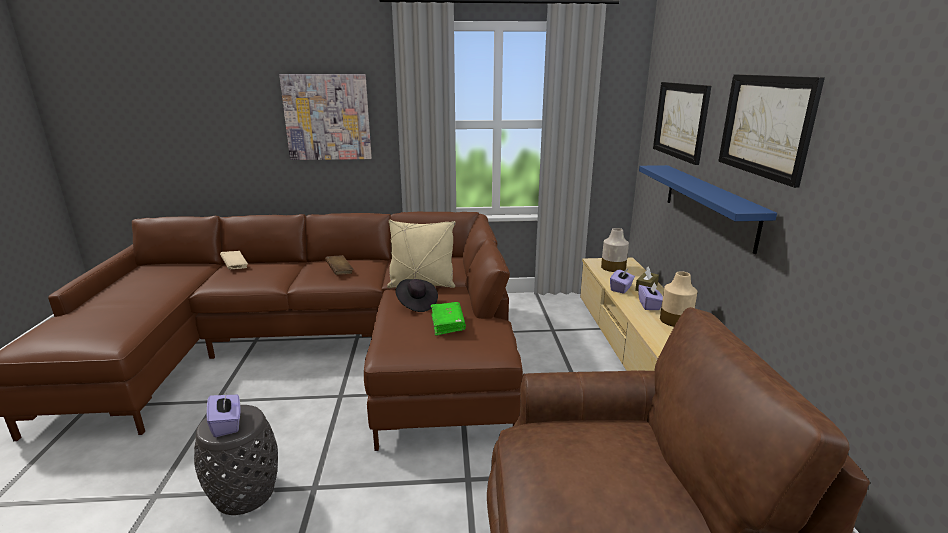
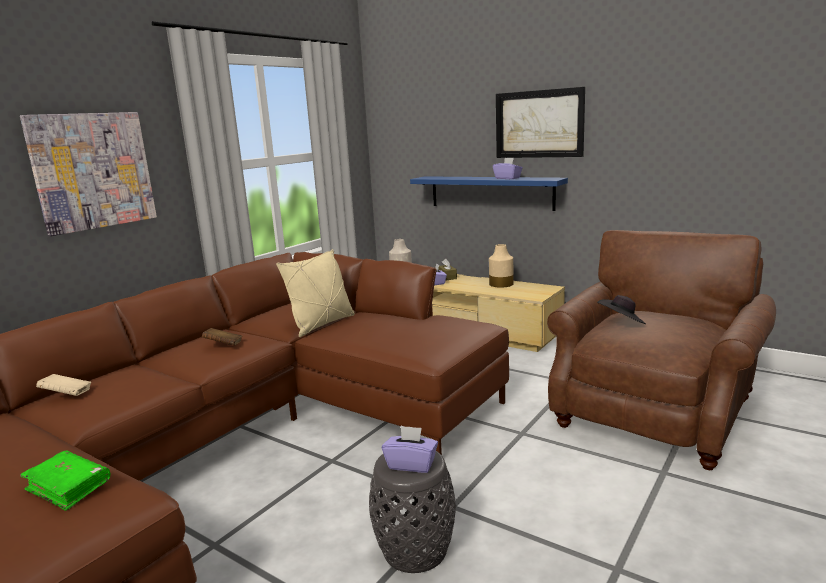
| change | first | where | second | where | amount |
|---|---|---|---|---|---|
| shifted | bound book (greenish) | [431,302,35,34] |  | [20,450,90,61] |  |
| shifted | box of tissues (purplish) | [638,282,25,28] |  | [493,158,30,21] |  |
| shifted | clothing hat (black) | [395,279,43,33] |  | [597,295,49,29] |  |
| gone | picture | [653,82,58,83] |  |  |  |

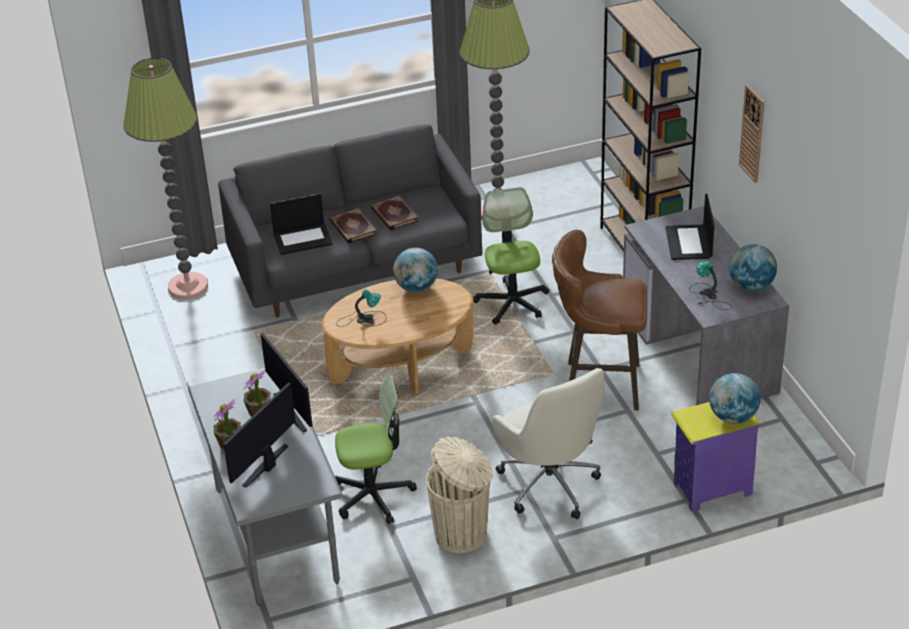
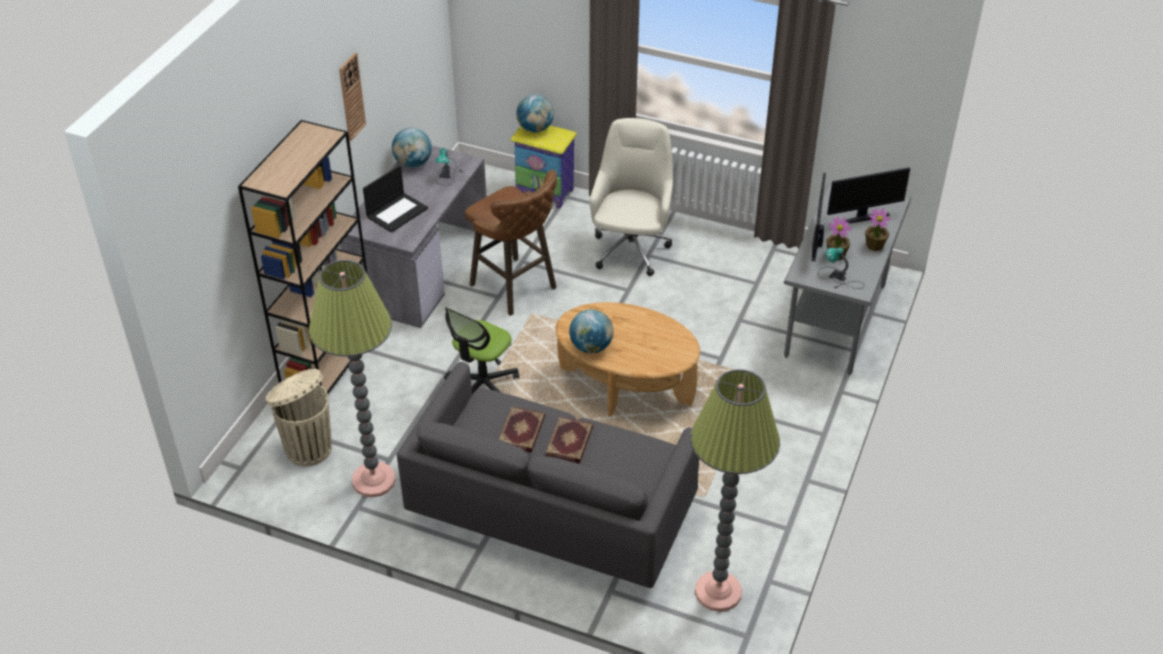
| change | first | where | second | where | amount |
|---|---|---|---|---|---|
| shifted | trash can (beige) | [426,437,67,116] |  | [266,369,66,97] |  |
| shifted | tabletop lamp | [336,289,50,38] |  | [818,247,47,42] |  |
| gone | notebook computer | [270,193,63,62] |  |  |  |
| gone | computer chair | [335,375,82,149] |  |  |  |

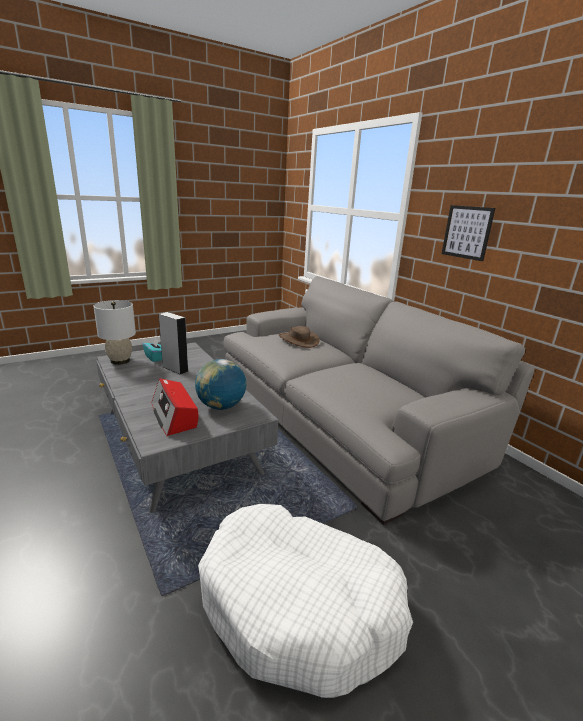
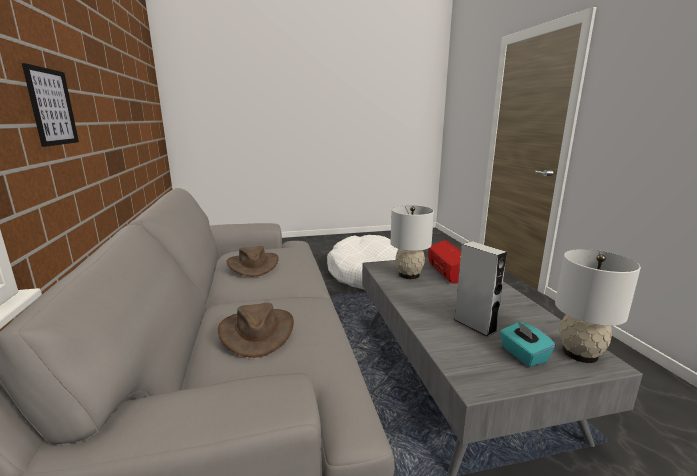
| change | first | where | second | where | amount |
|---|---|---|---|---|---|
| new |  |  | clothing hat (brownish) | [226,246,53,30] |  |
| swapped | desk globe | [195,359,51,51] | tabletop lamp (white) | [390,205,44,74] |  |

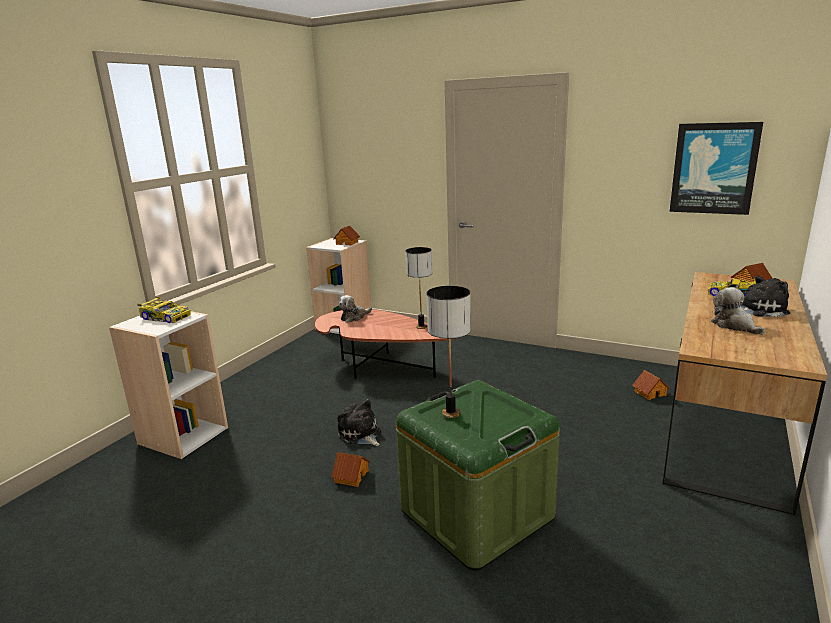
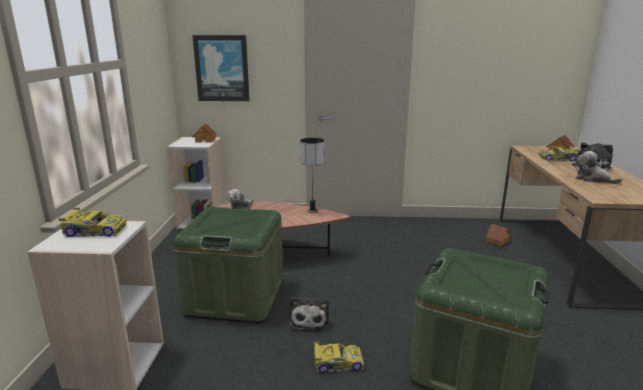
| change | first | where | second | where | amount |
|---|---|---|---|---|---|
| new |  |  | storage box (greenish) | [173,207,110,116] |  |
| shifted | picture | [670,122,93,93] |  | [193,35,57,66] |  |
| rotated | plush toy | [338,399,43,47] |  | [289,297,40,33] | 120 degrees counterclockwise |
| swapped | miniature house | [331,452,39,35] | miniature car | [313,341,51,32] |  |
| gone | tabletop lamp | [427,286,44,132] |  |  |  |

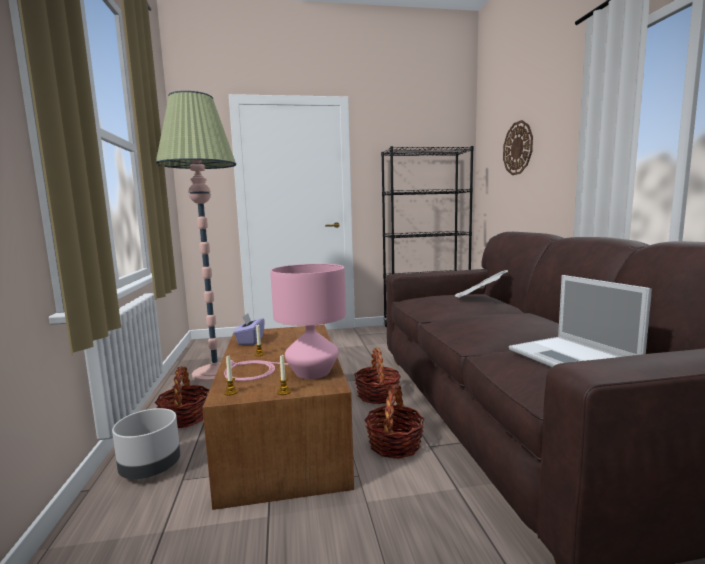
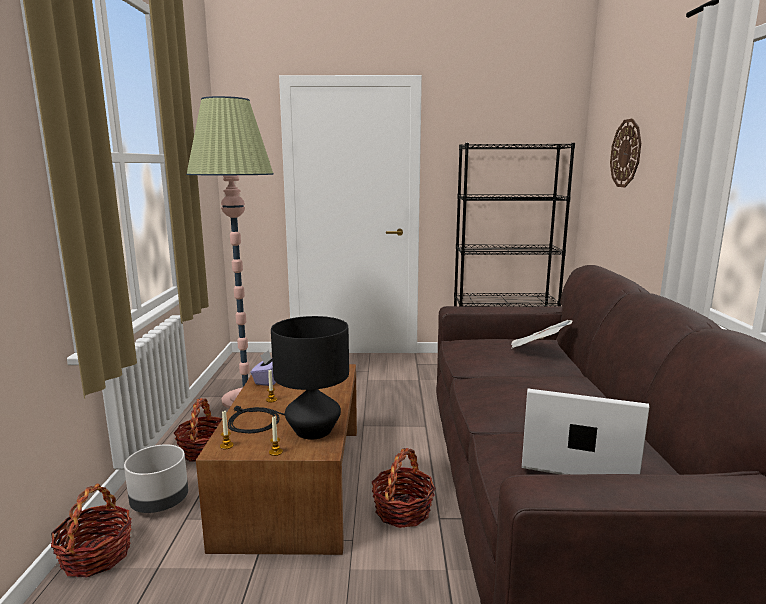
| change | first | where | second | where | amount |
|---|---|---|---|---|---|
| shifted | storage basket | [354,348,47,56] |  | [51,484,81,93] |  |
| repainted | tabletop lamp (pink) | [224,264,122,117] | tabletop lamp (black) | [228,316,121,123] |  |
| rotated | notebook computer | [509,275,143,92] |  | [522,389,127,86] | 120 degrees clockwise |

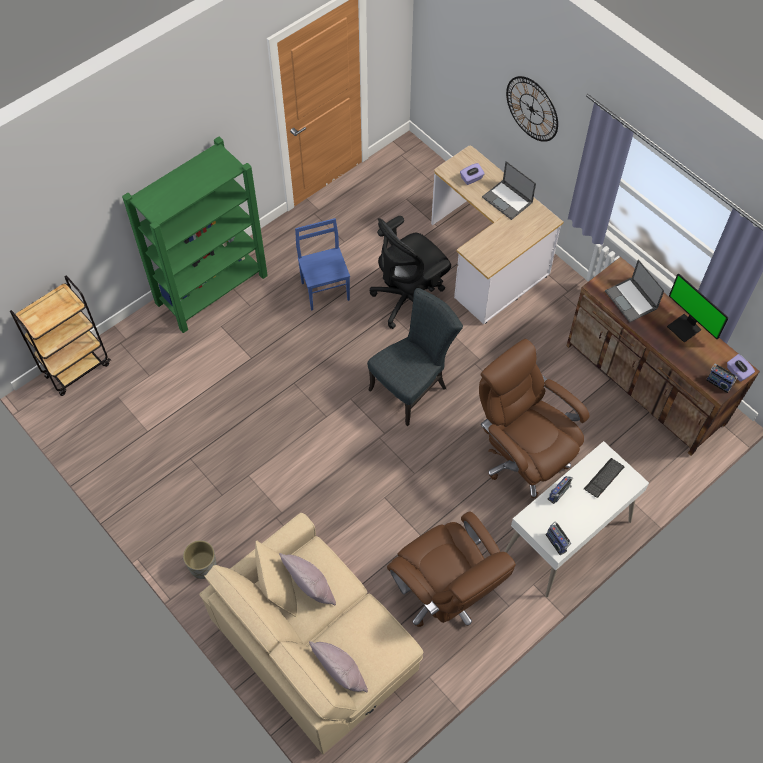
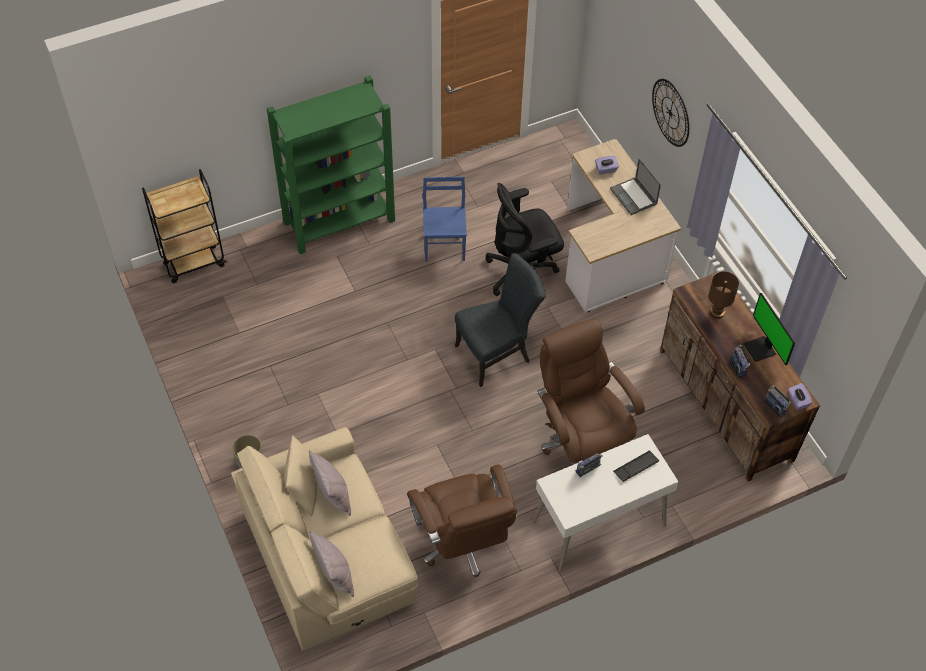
| change | first | where | second | where | amount |
|---|---|---|---|---|---|
| swapped | notebook computer | [605,259,60,63] | tabletop lamp (brownish) | [709,272,30,46] |  |
| shifted | radio | [545,521,26,34] |  | [730,345,21,32] |  |

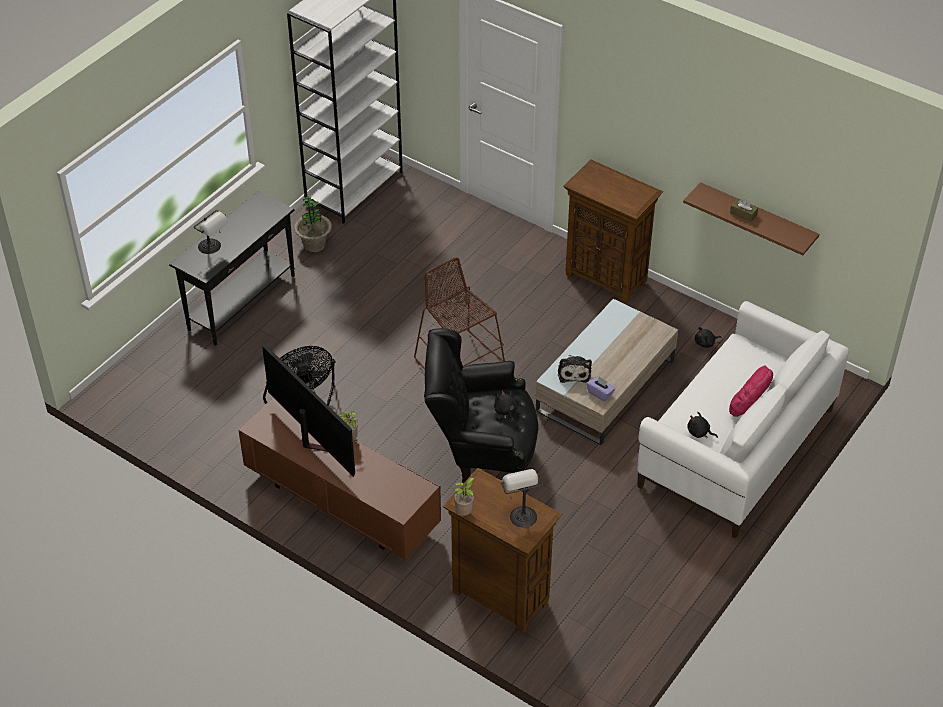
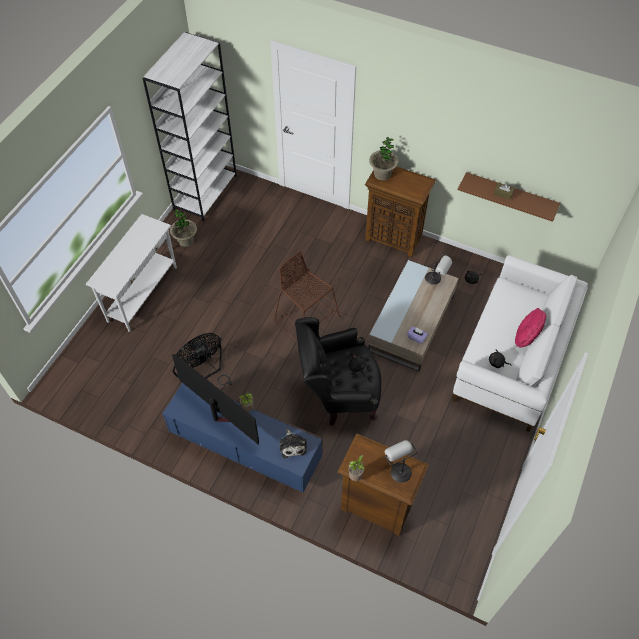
| change | first | where | second | where | amount |
|---|---|---|---|---|---|
| repainted | narrow table (black) | [169,191,126,155] | narrow table (white) | [86,214,91,118] |  |
| repainted | media console (brownish) | [238,398,203,161] | media console (bluish) | [162,383,161,110] |  |
| shifted | plush toy | [558,355,34,28] |  | [279,429,28,29] |  |
| new |  |  | plant in a pot | [369,137,30,43] |  |
| shifted | tabletop lamp | [194,210,34,44] |  | [425,254,27,31] |  |

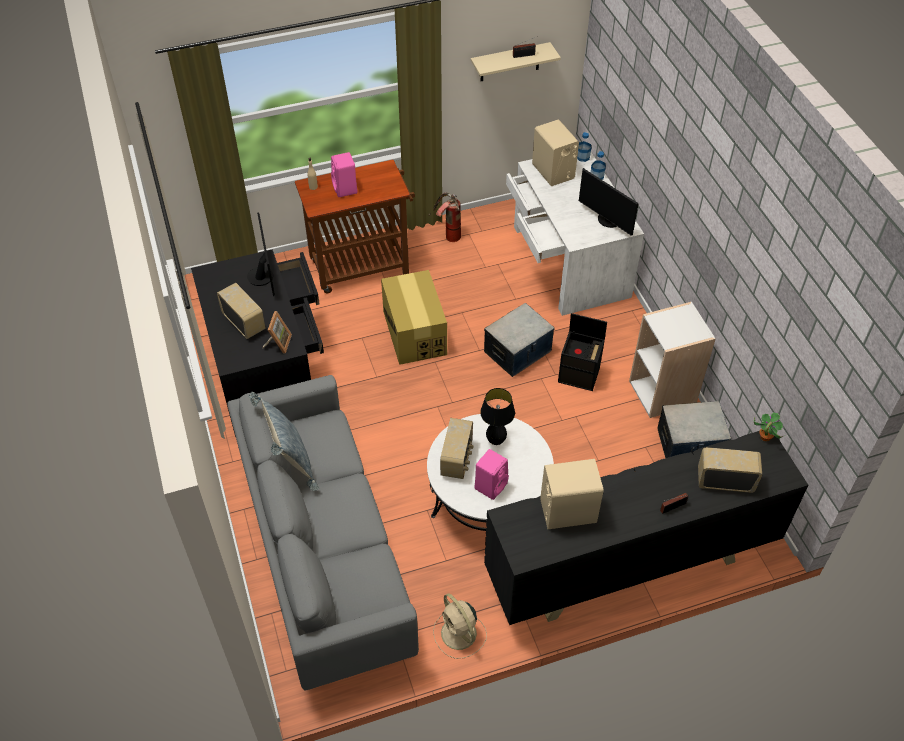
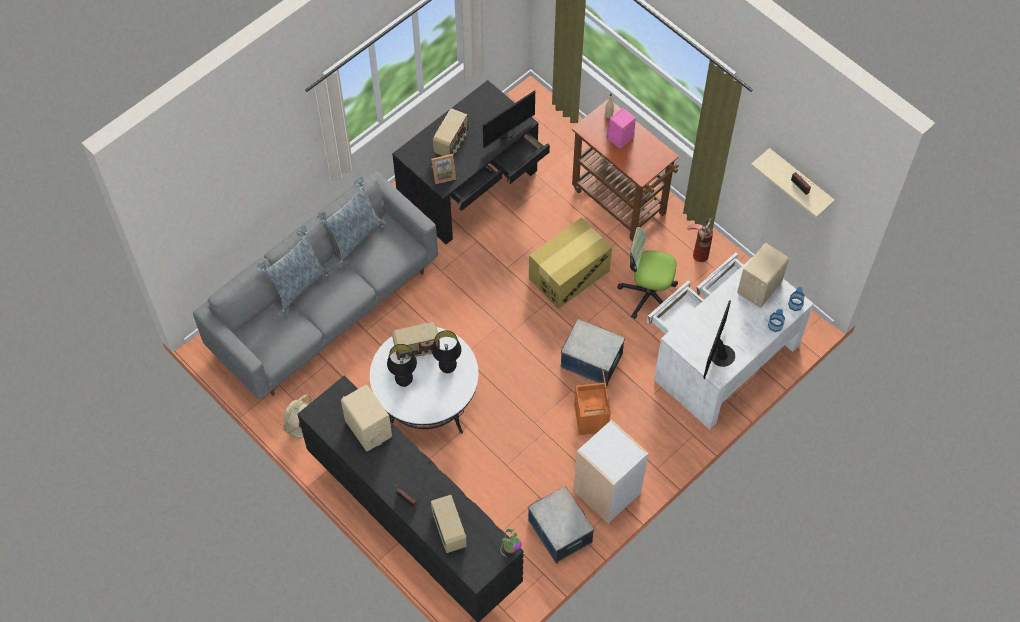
| change | first | where | second | where | amount |
|---|---|---|---|---|---|
| new |  |  | throw pillow | [256,225,75,93] |  |
| swapped | audio speaker (pink) | [475,449,34,51] | tabletop lamp (black) | [387,344,30,43] |  |
| repainted | storage box (black) | [558,313,49,78] | storage box (orangey) | [574,370,37,65] |  |
| new |  |  | computer chair | [617,227,61,92] |  |

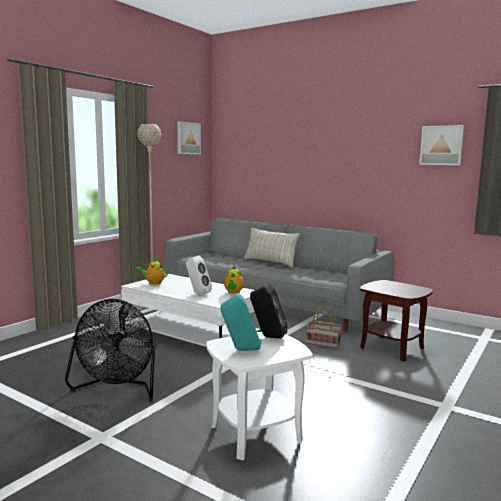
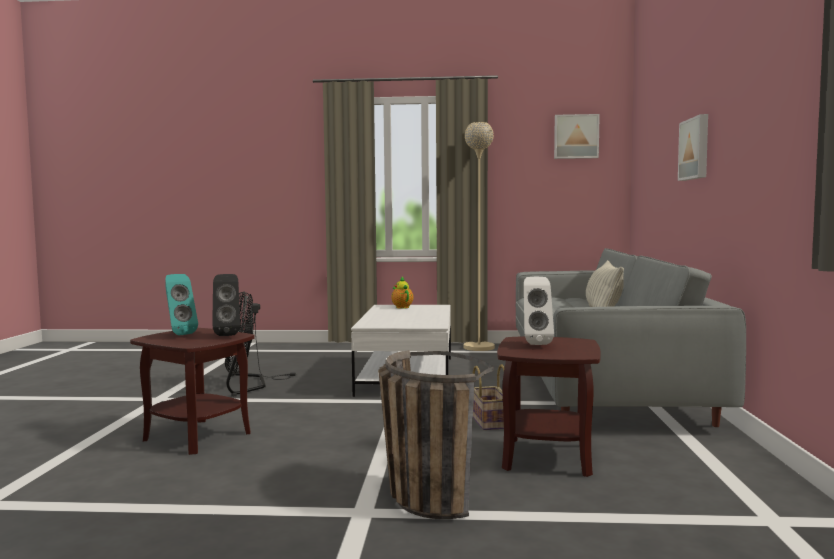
| change | first | where | second | where | amount |
|---|---|---|---|---|---|
| repainted | accent table (white) | [207,332,106,129] | accent table (brownish) | [130,328,125,127] |  |
| new |  |  | storage basket | [378,350,116,169] |  |
| shifted | audio speaker (white) | [186,256,26,38] |  | [524,277,30,68] |  |
| shifted | picture | [419,125,45,40] |  | [678,114,30,67] |  |
| gone | tea pot | [224,265,20,29] |  |  |  |

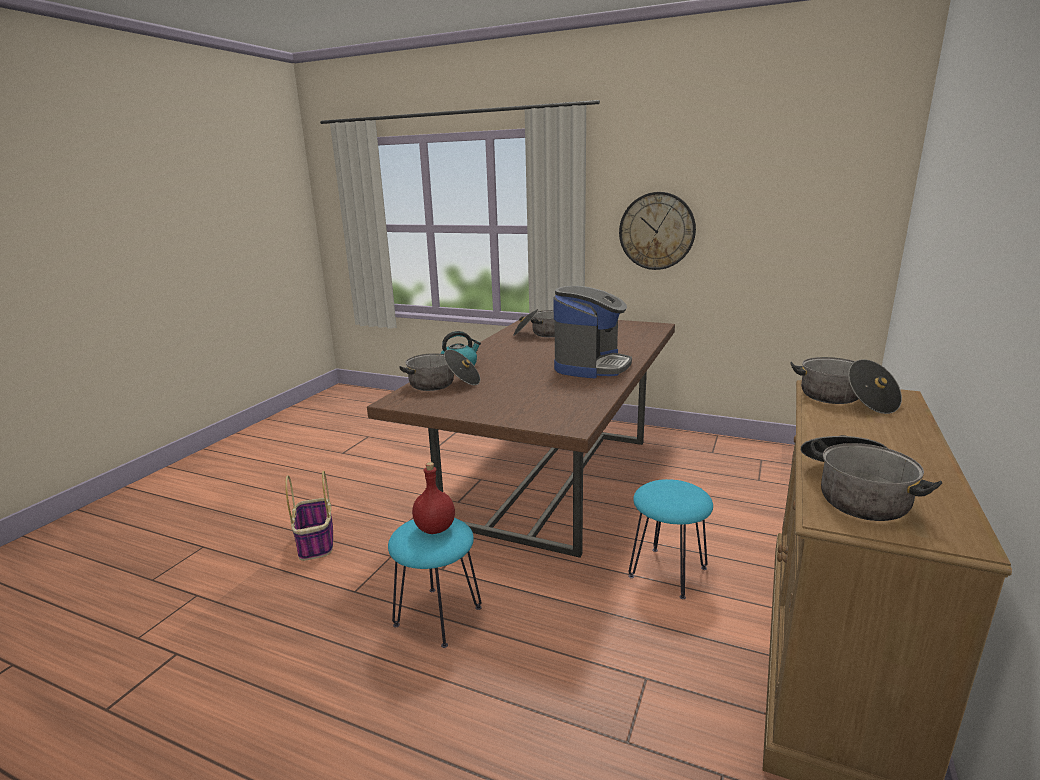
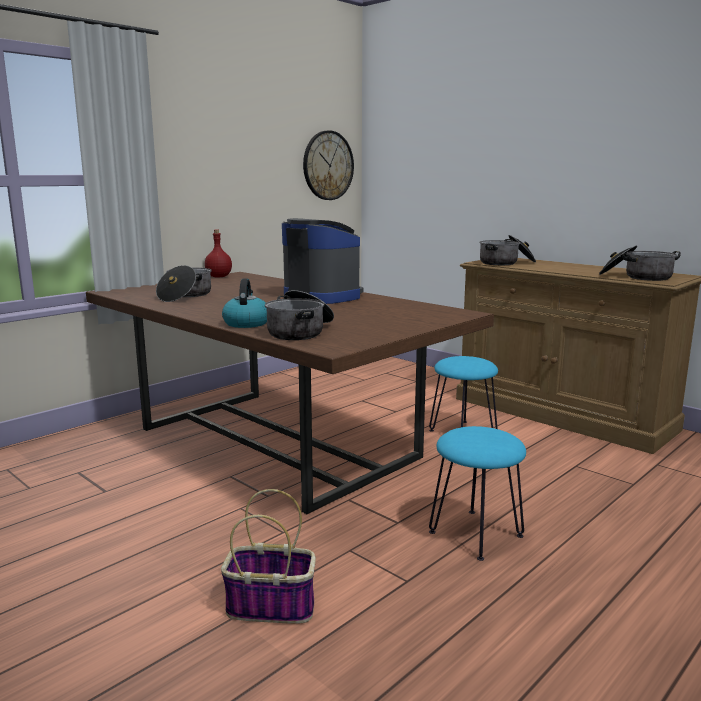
| change | first | where | second | where | amount |
|---|---|---|---|---|---|
| shifted | bottle (red) | [412,462,43,72] |  | [205,229,27,48] |  |
| shifted | wall clock | [619,192,77,78] |  | [303,130,51,70] |  |

